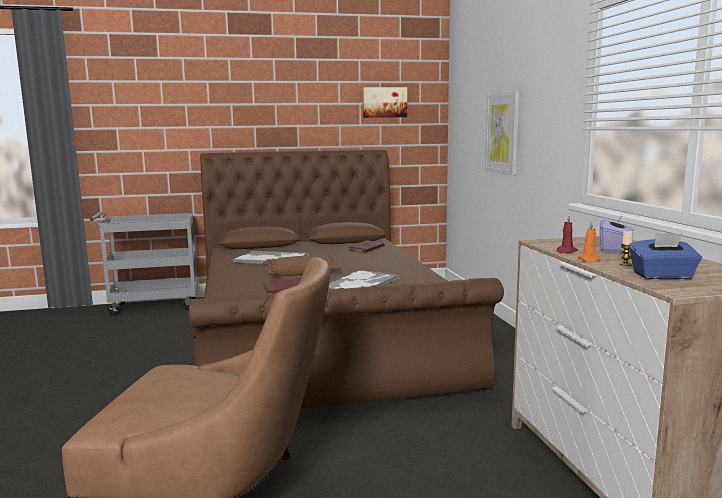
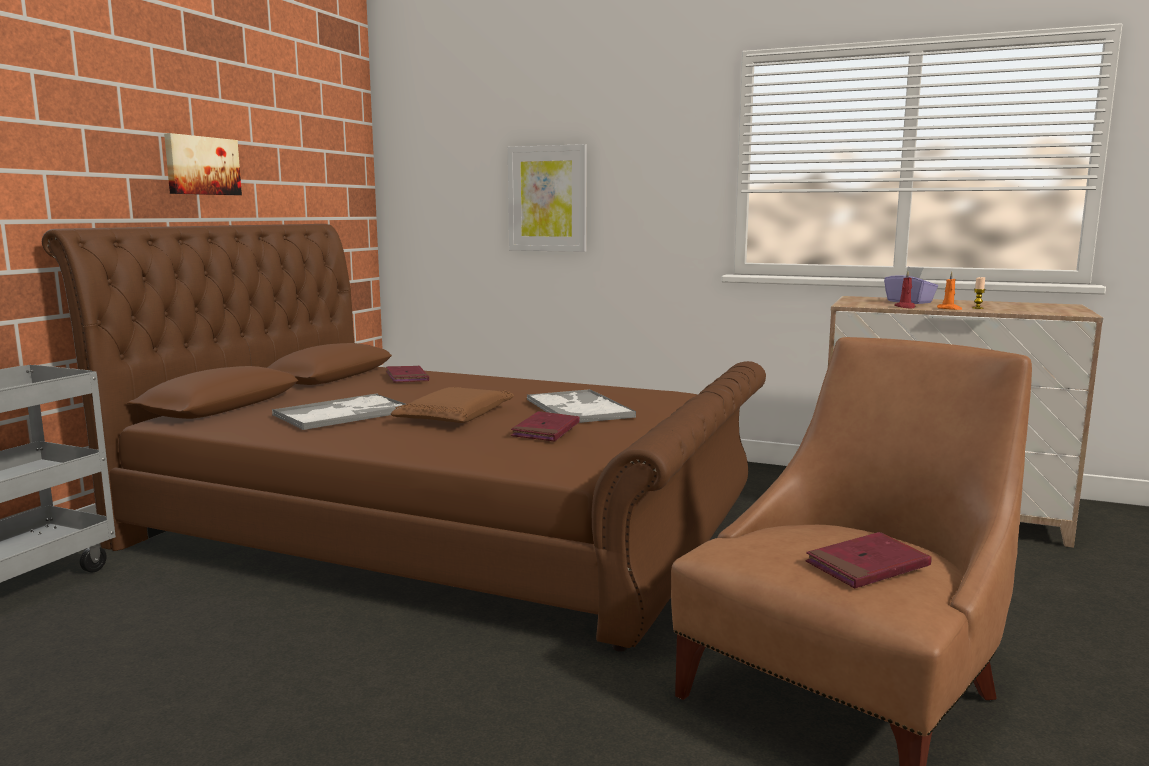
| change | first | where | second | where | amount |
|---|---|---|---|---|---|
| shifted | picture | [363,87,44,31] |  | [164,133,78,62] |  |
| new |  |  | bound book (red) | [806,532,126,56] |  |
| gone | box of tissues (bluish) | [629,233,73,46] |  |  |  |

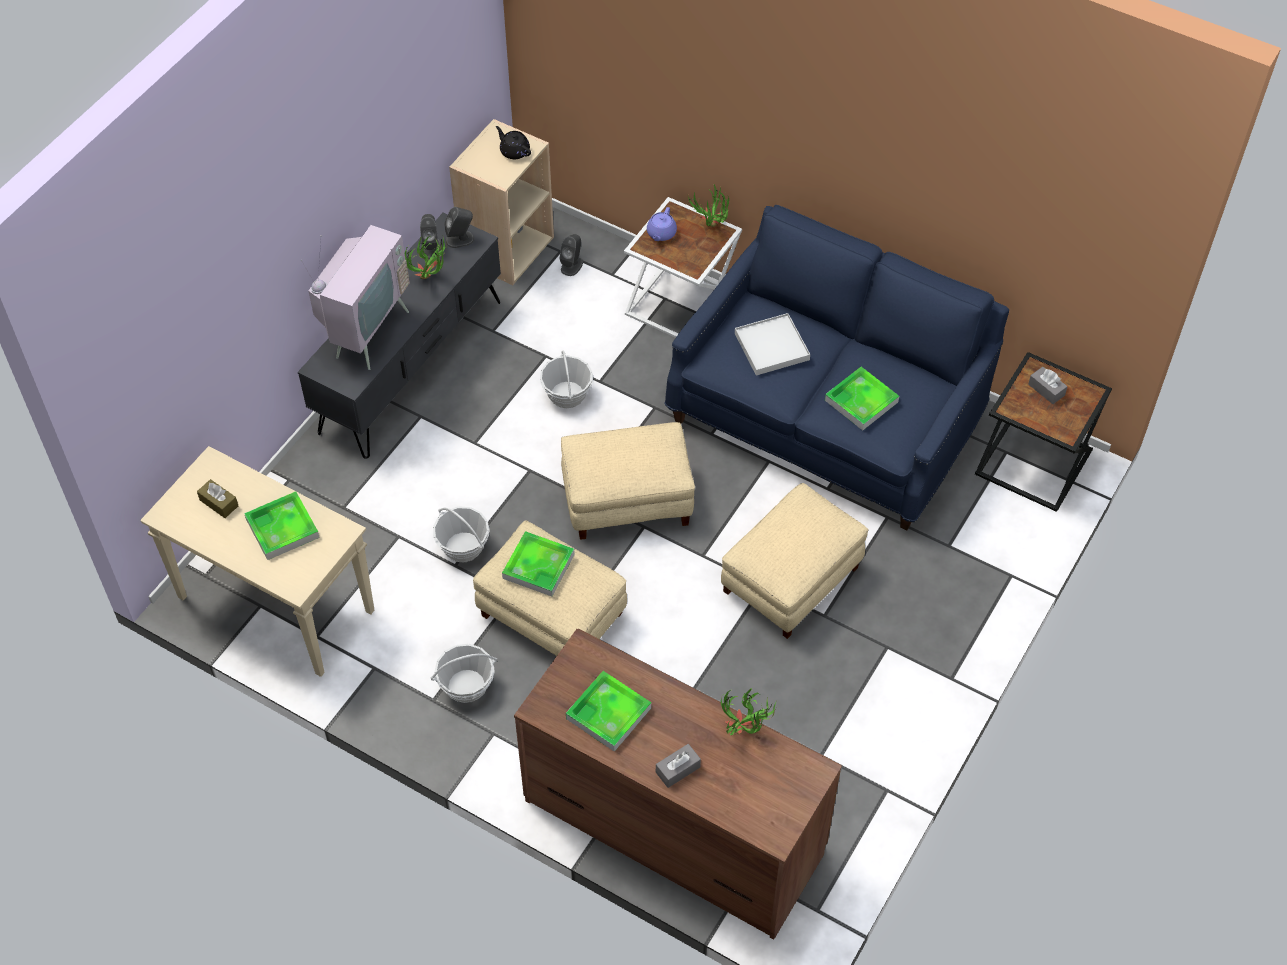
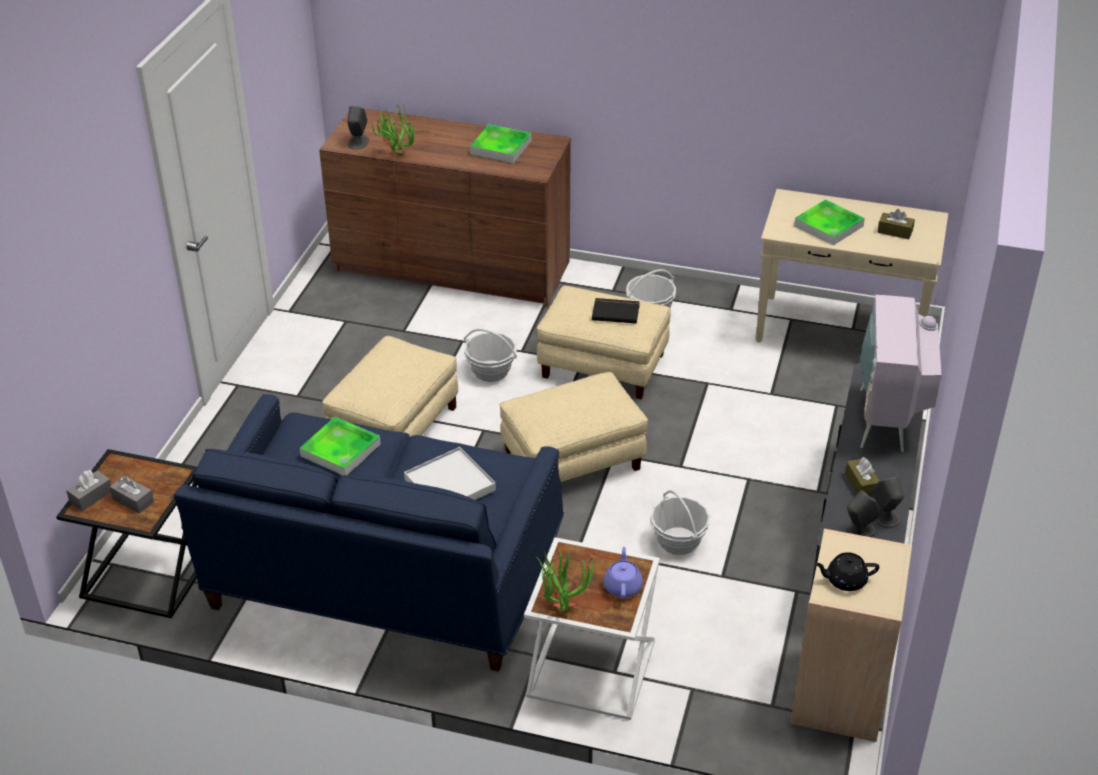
| change | first | where | second | where | amount |
|---|---|---|---|---|---|
| shifted | box of tissues (grey) | [656,744,45,44] |  | [66,470,45,41] |  |
| shifted | audio speaker (grey) | [559,234,24,42] |  | [347,106,22,44] |  |
| shifted | storage basket | [433,506,57,57] |  | [464,328,53,54] |  |
| swapped | carrying tray | [502,531,73,65] | bound book (black) | [592,298,48,26] |  |
| rotated | tea pot (black) | [496,126,35,33] |  | [815,552,64,39] | 150 degrees clockwise |
| swapped | plant in a pot | [404,236,43,43] | box of tissues (brownish) | [845,457,34,39] |  |

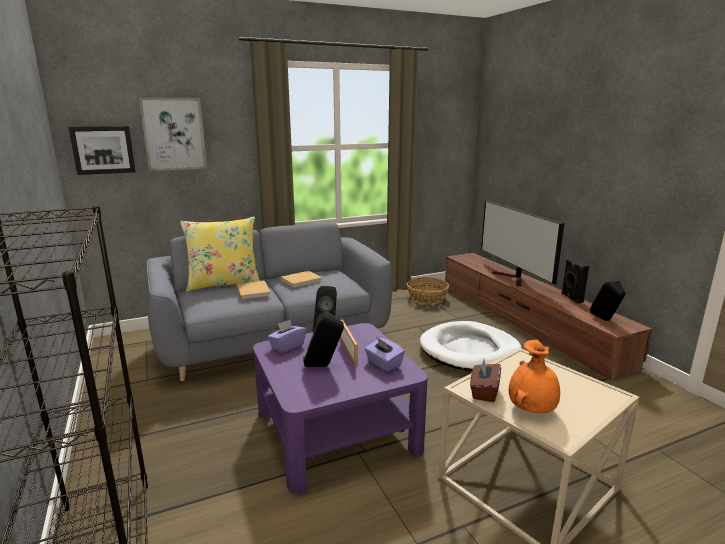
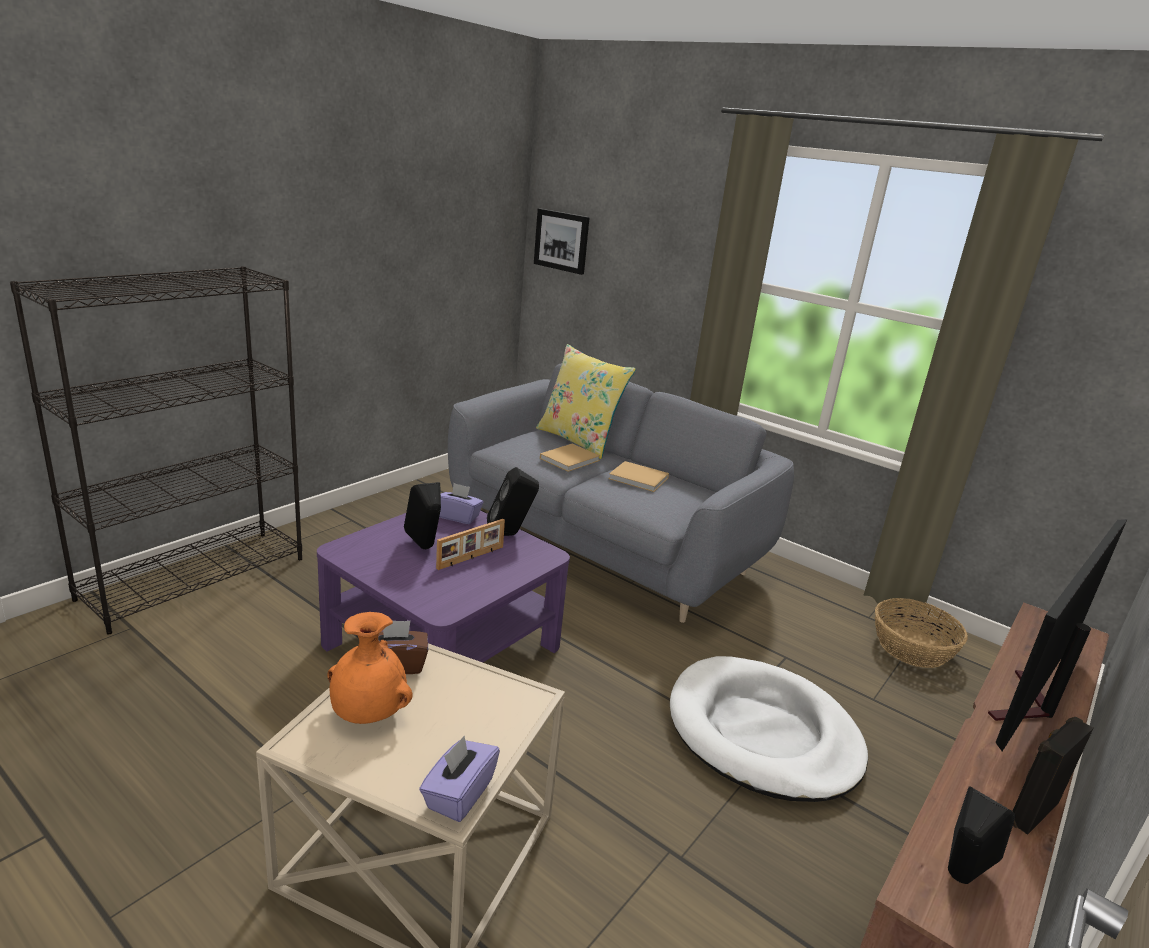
| change | first | where | second | where | amount |
|---|---|---|---|---|---|
| shifted | box of tissues (purplish) | [365,337,40,35] |  | [419,736,81,86] |  |
| gone | picture | [139,97,68,74] |  |  |  |

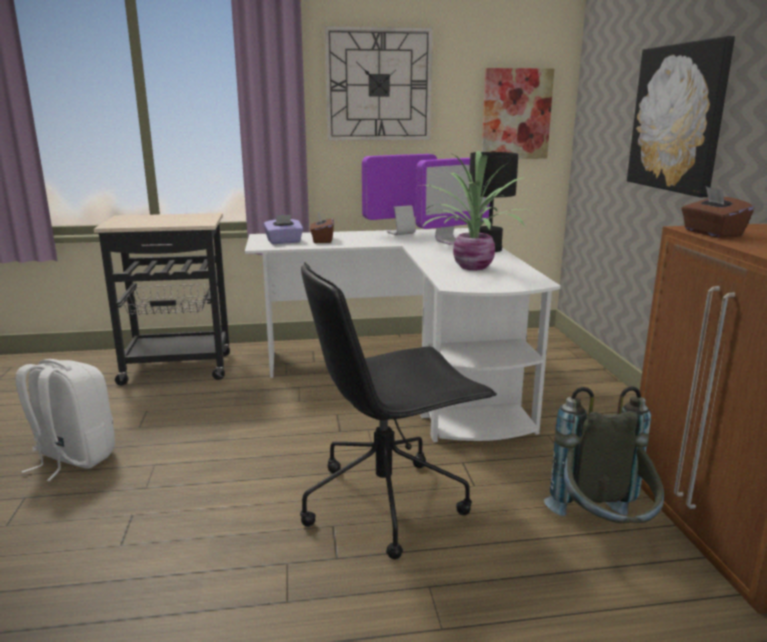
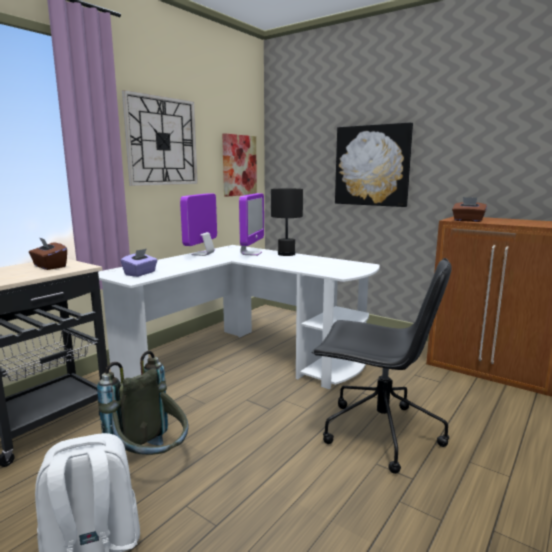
| change | first | where | second | where | amount |
|---|---|---|---|---|---|
| shifted | box of tissues (brownish) | [310,213,24,30] |  | [29,237,38,33] |  |
| shifted | backpack (grey) | [544,386,120,137] |  | [97,351,92,104] |  |
| rotated | computer chair (black) | [300,262,197,297] |  | [312,258,140,216] | 90 degrees counterclockwise |
| gone | plant in a pot | [422,151,118,119] |  |  |  |

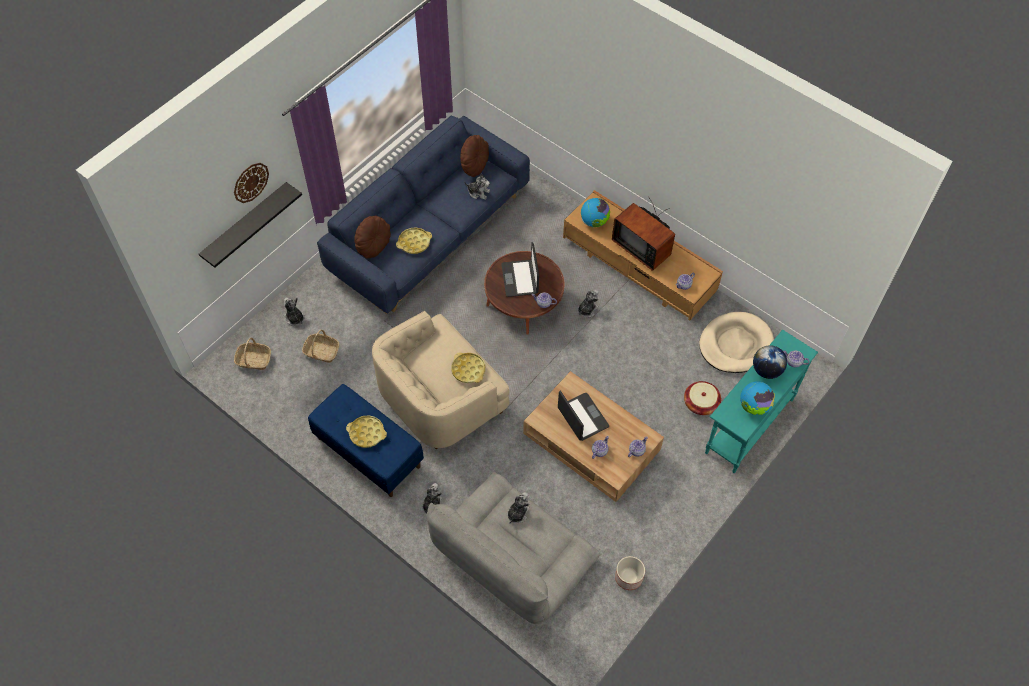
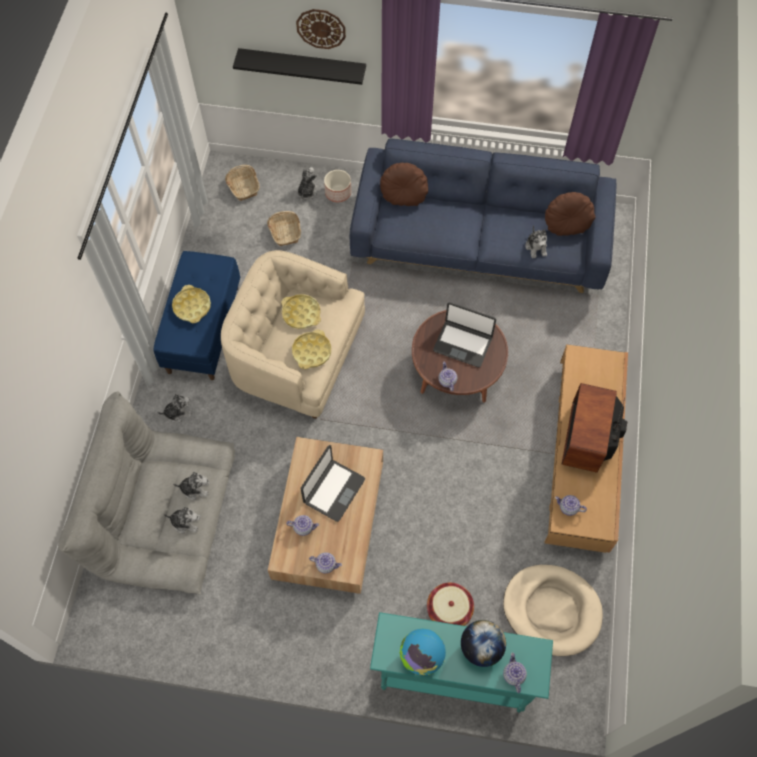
| change | first | where | second | where | amount |
|---|---|---|---|---|---|
| shifted | plush toy | [578,290,21,28] |  | [164,507,37,26] |  |
| shifted | carrying tray (yellowish) | [396,228,36,26] |  | [281,294,40,35] |  |
| shifted | plant pot | [615,556,30,34] |  | [324,170,27,32] |  |
| rotated | notebook computer | [501,242,38,55] |  | [433,302,63,65] | 120 degrees counterclockwise |
| gone | desk globe | [581,198,29,29] |  |  |  |

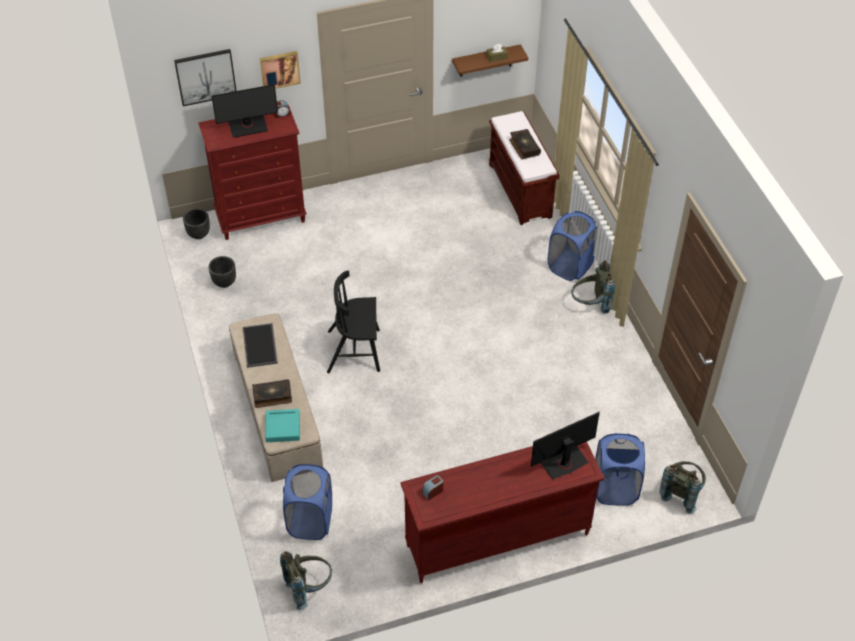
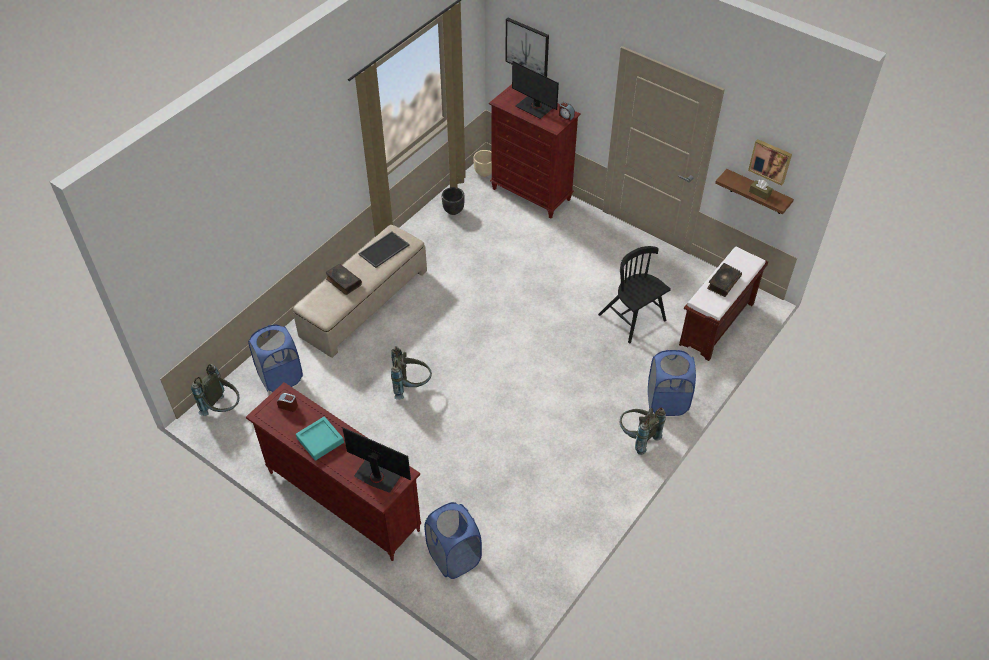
| change | first | where | second | where | amount |
|---|---|---|---|---|---|
| shifted | carrying tray (turquoise-coloured) | [265,409,35,33] |  | [296,416,48,45] |  |
| shifted | backpack (grey) | [659,461,47,53] |  | [391,346,41,54] |  |
| repainted | plant pot (black) | [183,209,27,30] | plant pot (beige) | [473,150,19,27] |  |
| shifted | upright chair (black) | [327,271,53,102] |  | [598,246,73,97] |  |
| shifted | picture | [260,51,41,38] |  | [748,139,44,47] |  |

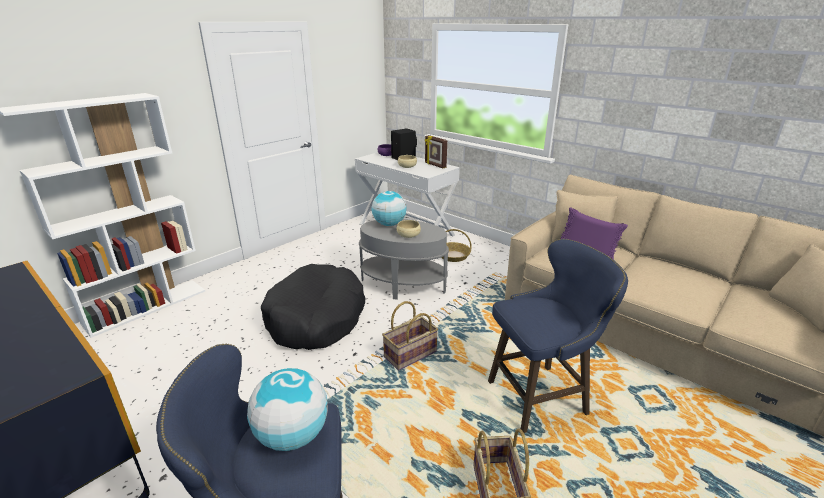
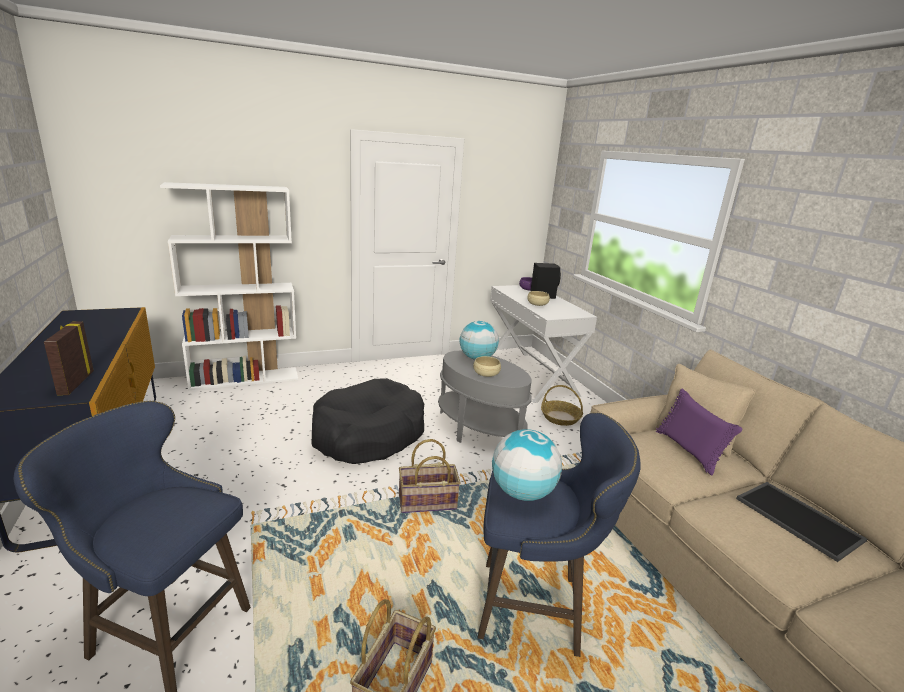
| change | first | where | second | where | amount |
|---|---|---|---|---|---|
| shifted | photo frame | [425,135,22,33] |  | [44,322,50,74] |  |
| shifted | desk globe | [247,368,81,83] |  | [492,429,70,72] |  |
| new |  |  | carrying tray | [736,482,131,80] |  |

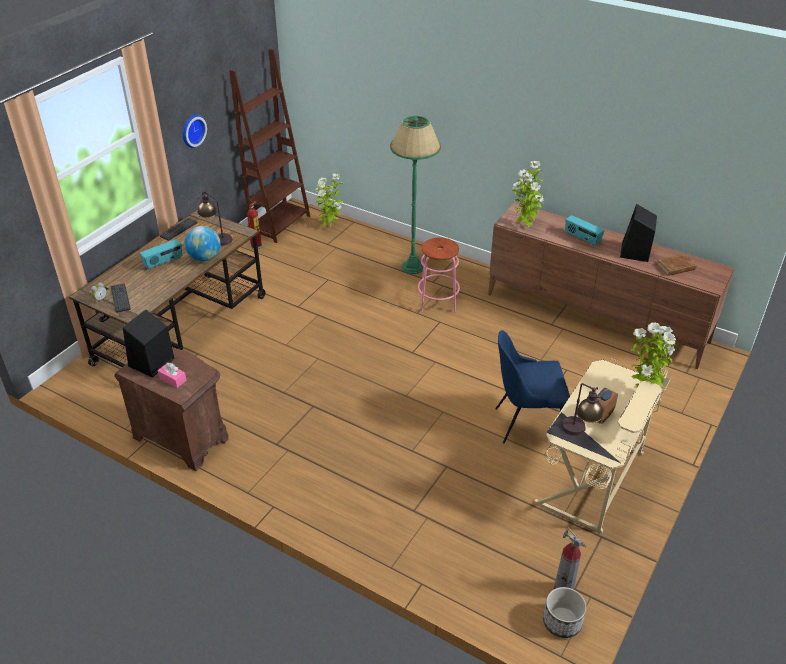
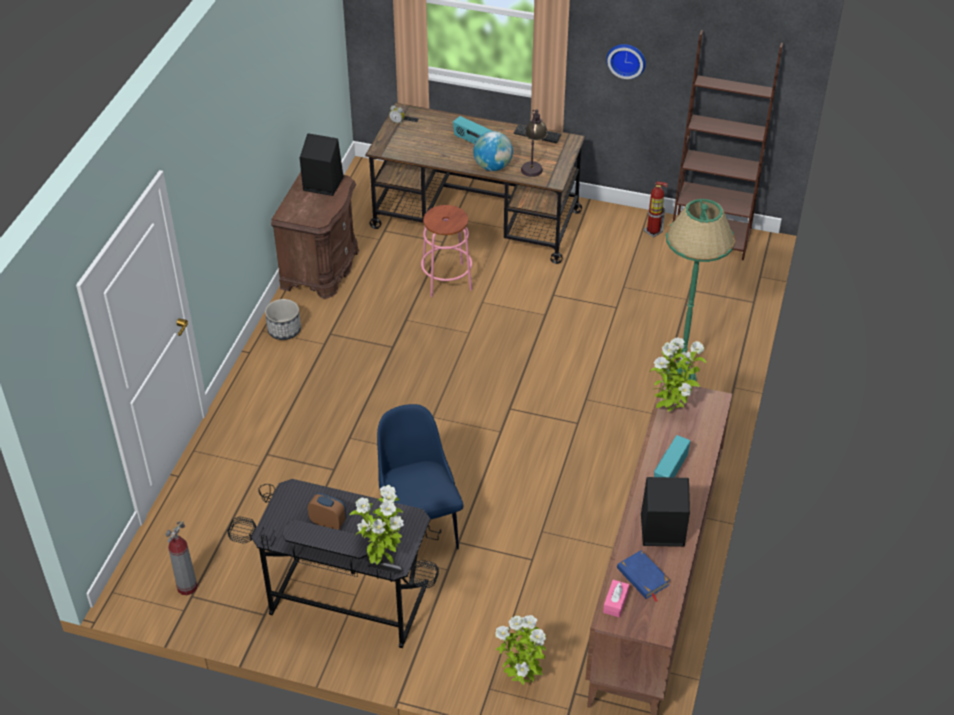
| change | first | where | second | where | amount |
|---|---|---|---|---|---|
| repainted | desk unit (beige) | [534,358,137,176] | desk unit (black) | [227,479,214,169] |  |
| shifted | plant pot | [543,587,44,51] |  | [265,299,36,41] |  |
| shifted | sitting stool (pink) | [418,237,42,76] |  | [421,205,51,92] |  |
| shifted | plant in a pot | [315,174,29,54] |  | [495,615,51,70] |  |
| shifted | box of tissues (pink) | [158,363,29,25] |  | [603,580,26,37] |  |
| repainted | bound book (brownish) | [656,254,41,22] | bound book (bluish) | [617,550,53,51] |  |
| gone | PC keyboard | [111,283,20,30] |  |  |  |
| gone | tabletop lamp | [561,383,42,53] |  |  |  |

